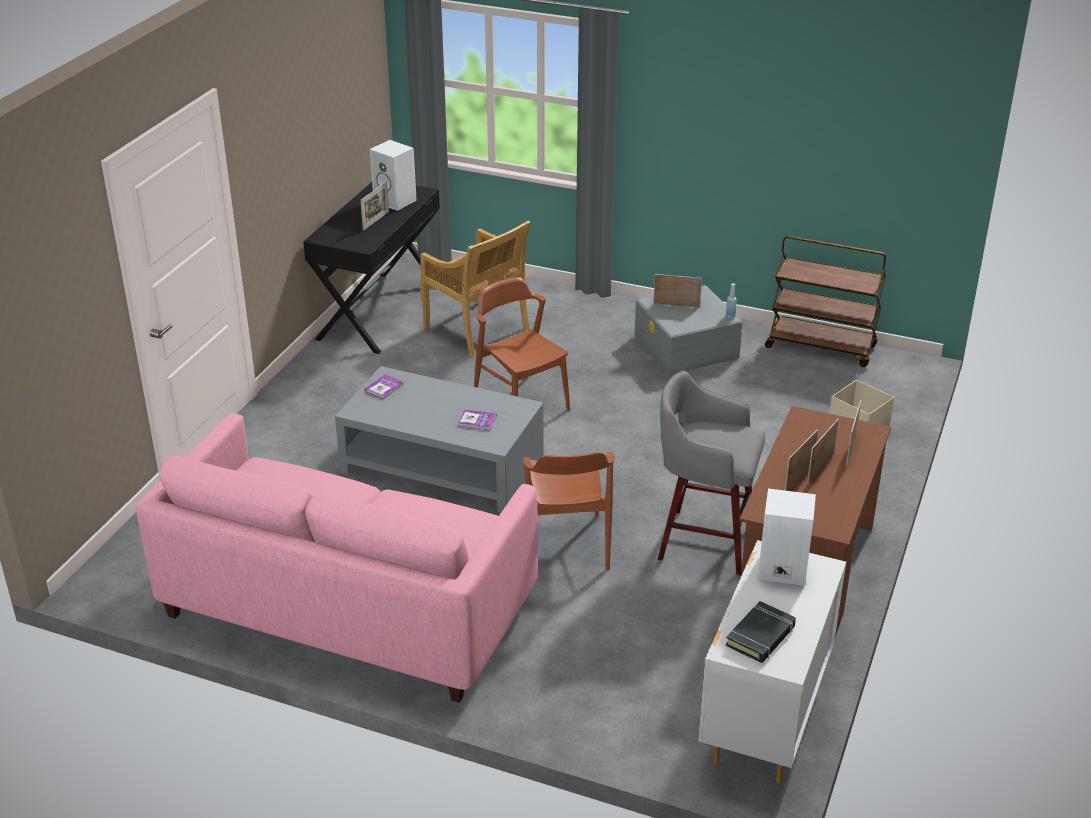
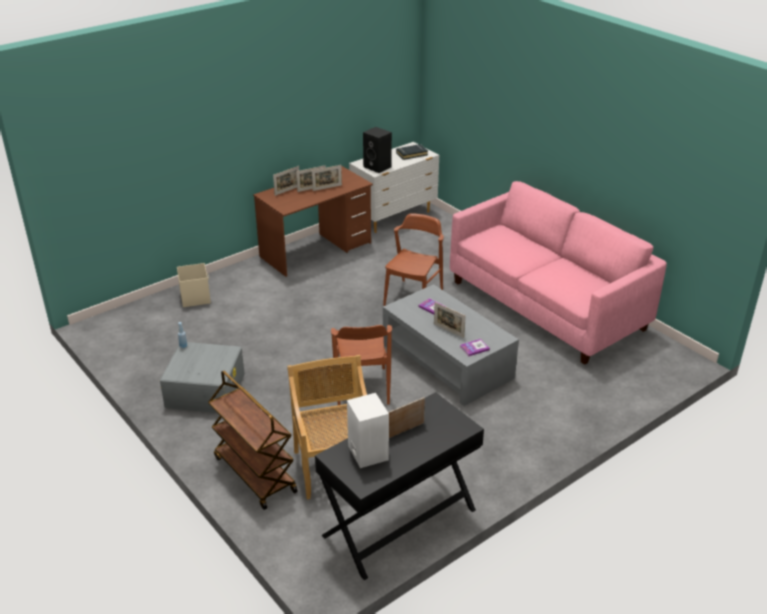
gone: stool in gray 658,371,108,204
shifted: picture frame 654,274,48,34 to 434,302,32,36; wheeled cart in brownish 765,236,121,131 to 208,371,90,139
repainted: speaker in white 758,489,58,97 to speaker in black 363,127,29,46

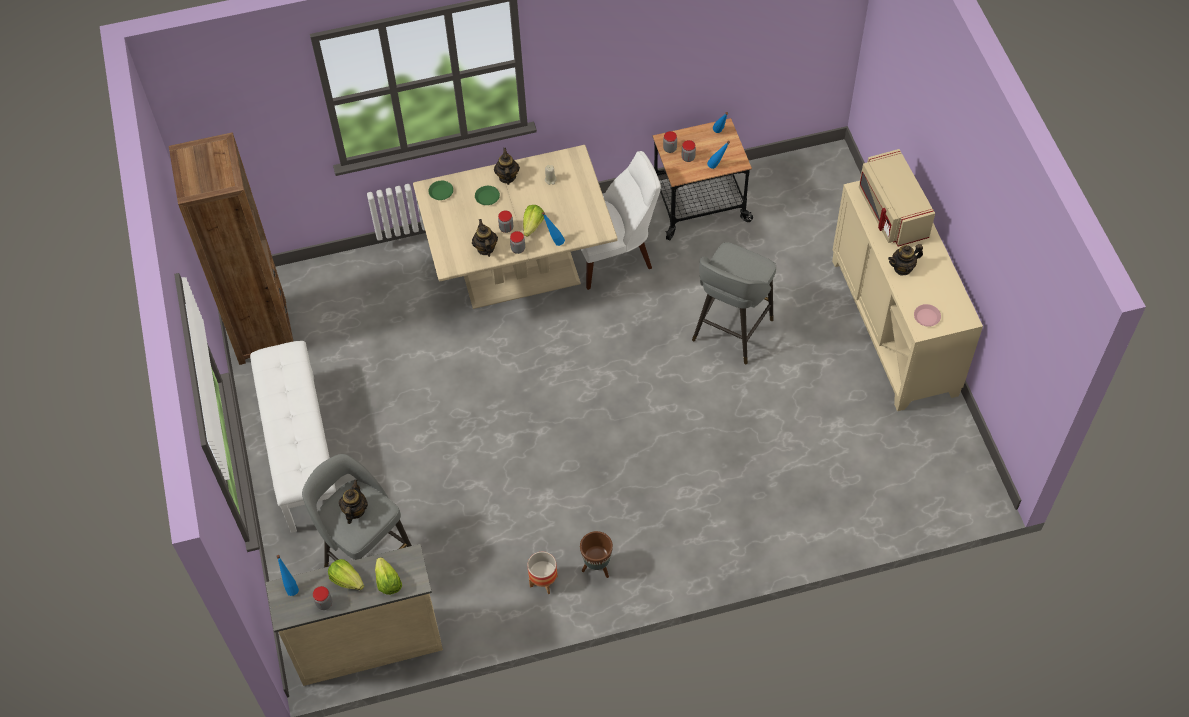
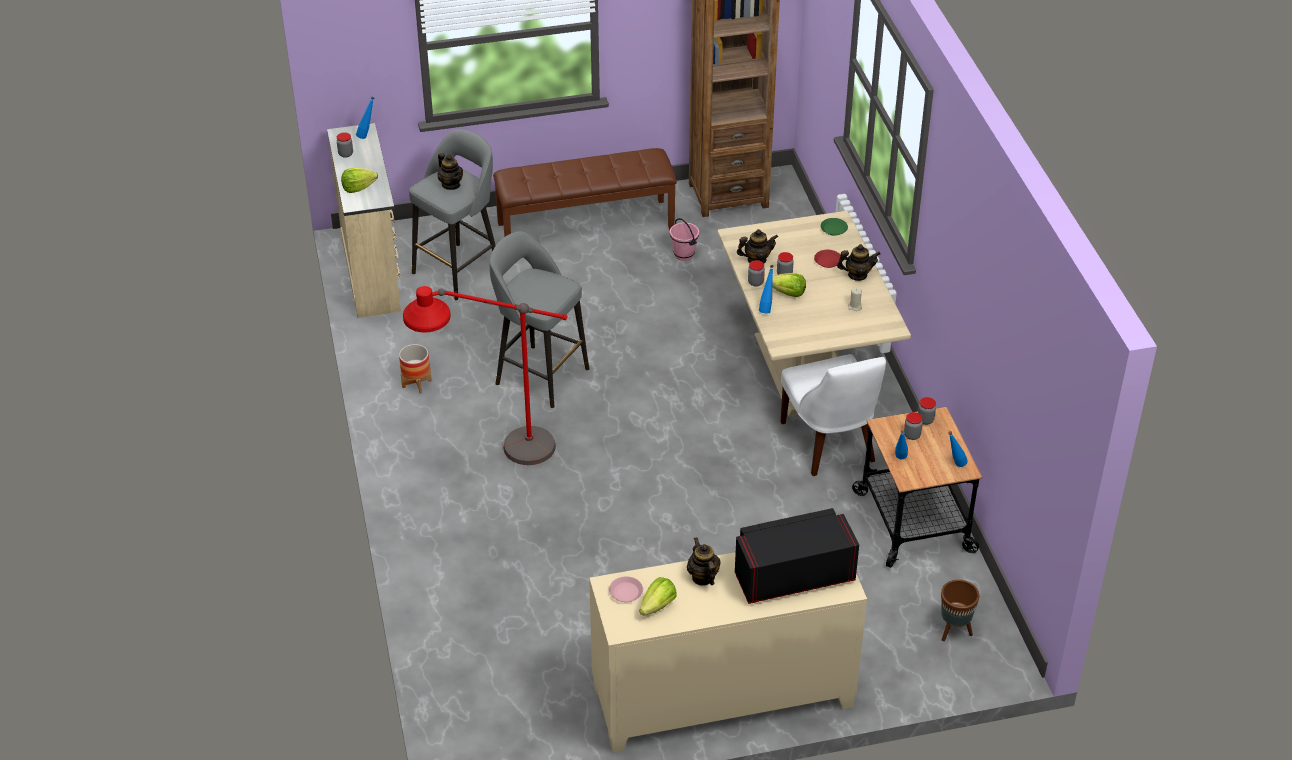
new: floor lamp in red-coloured 403,286,165,179; pail in pink 670,218,29,43
shifted: head of lettuce 328,559,36,31 to 639,577,38,39; plant pot in brownish 580,531,33,47 to 941,580,38,61; stool in gray 692,242,84,122 to 489,231,100,177
repainted: bench in white 250,341,86,192 to bench in brownish 493,148,184,89; plate in green-coloured 475,186,25,19 to plate in red-coloured 814,250,27,18; kitchen microwave in sand-coloured 859,149,76,98 to kitchen microwave in black 735,508,124,96
rotated: pot for tea 339,480,29,44 = 438,153,25,37 45 degrees clockwise

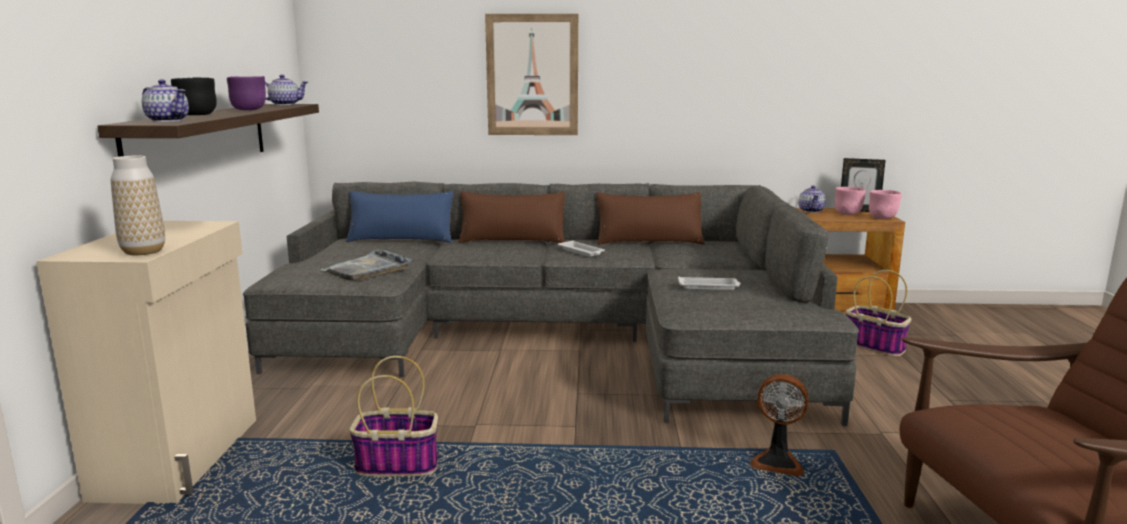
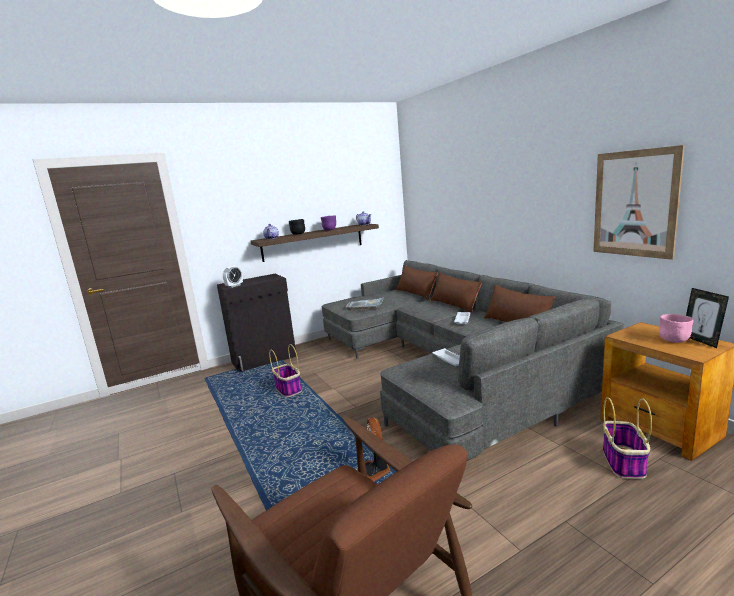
gone: pot for tea 798,185,28,28; bowl in pink 869,190,33,29
shifted: wall picture 485,14,93,121 to 593,145,92,115
swapped: flower vase 111,156,54,99 to table clock 223,265,20,23
repainted: storage cabinet in sand-coloured 36,221,220,283 to storage cabinet in black 217,274,79,98; pillow in bluish 346,191,107,52 to pillow in brownish 396,265,42,35

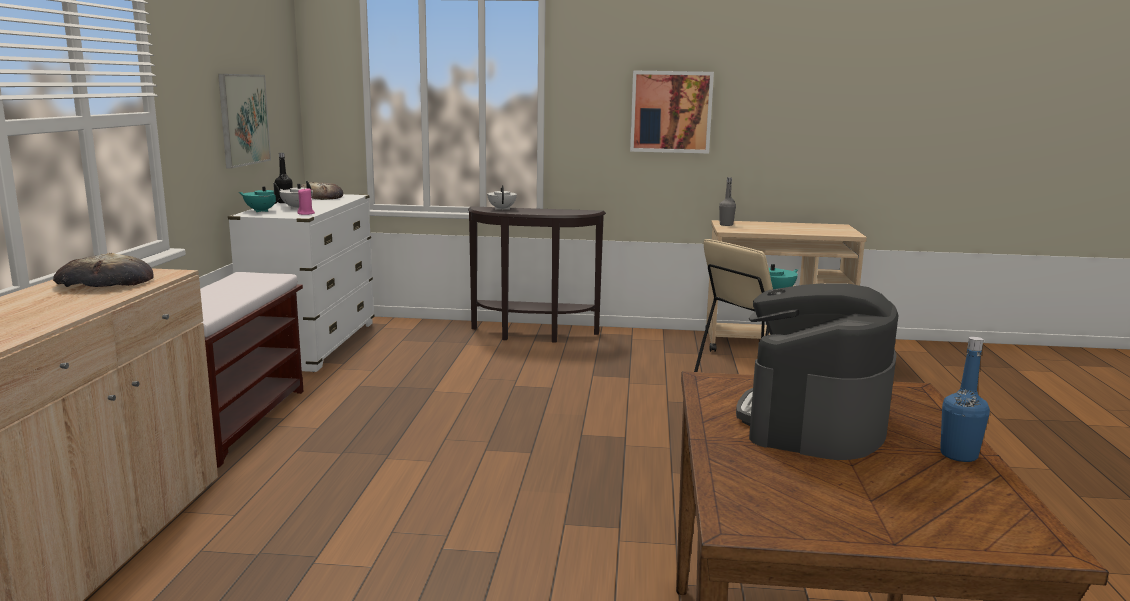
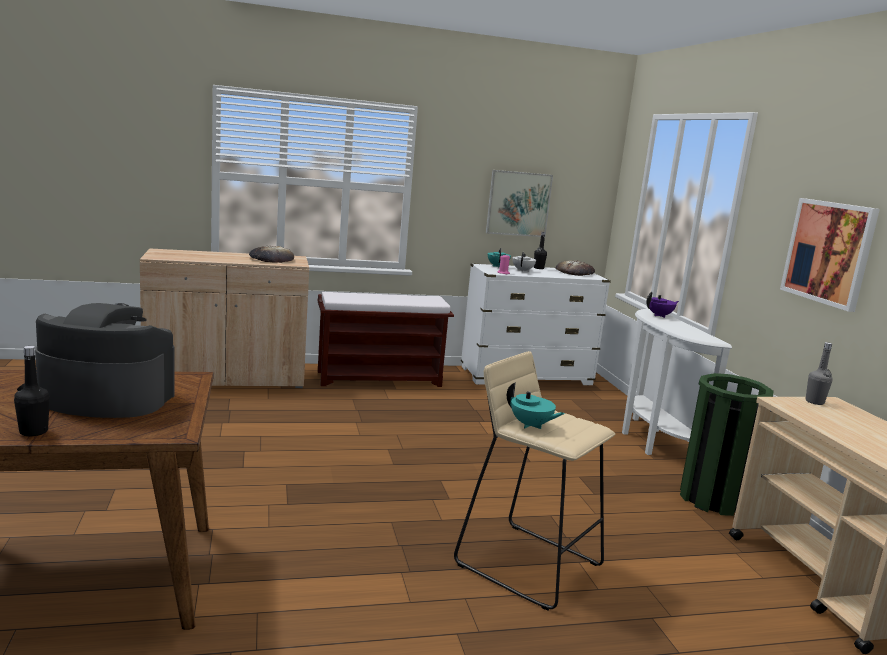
new: rubbish bin in green-coloured 680,373,93,143
repainted: narrow table in brownish 468,206,138,137 to narrow table in white 622,309,110,146; pot for tea in white 487,185,30,25 to pot for tea in purple 646,292,33,26; drink bottle in bluish 940,337,50,125 to drink bottle in black 14,346,36,90

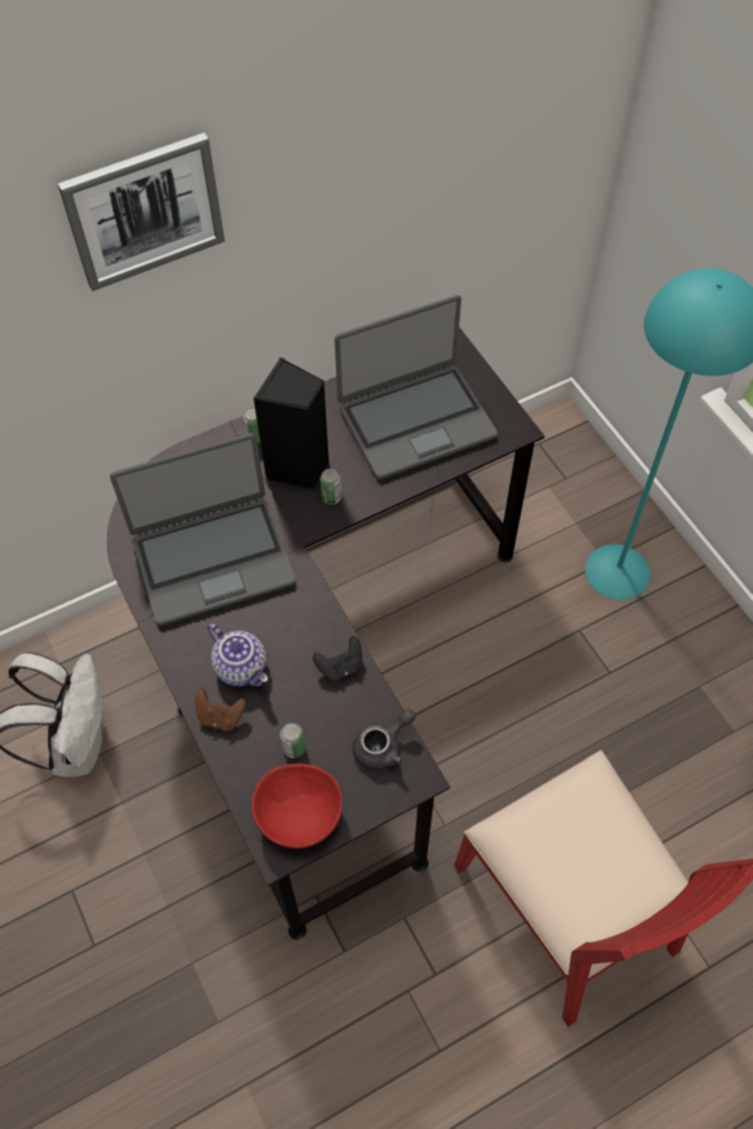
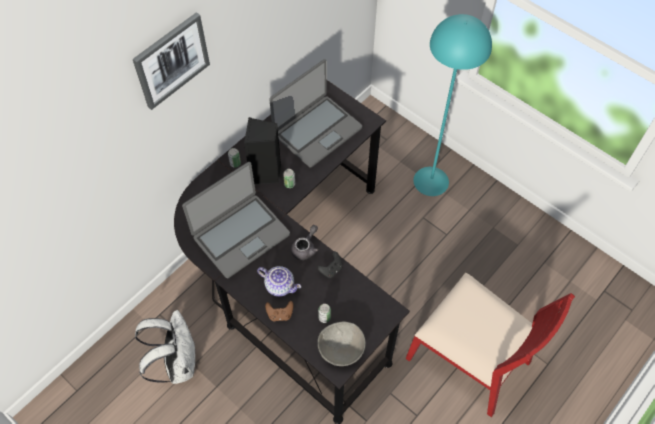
shifted: pot for tea in gray 353,709,63,61 to 291,225,28,35
repainted: bowl in red-coloured 252,764,90,84 to bowl in gray 318,321,48,45

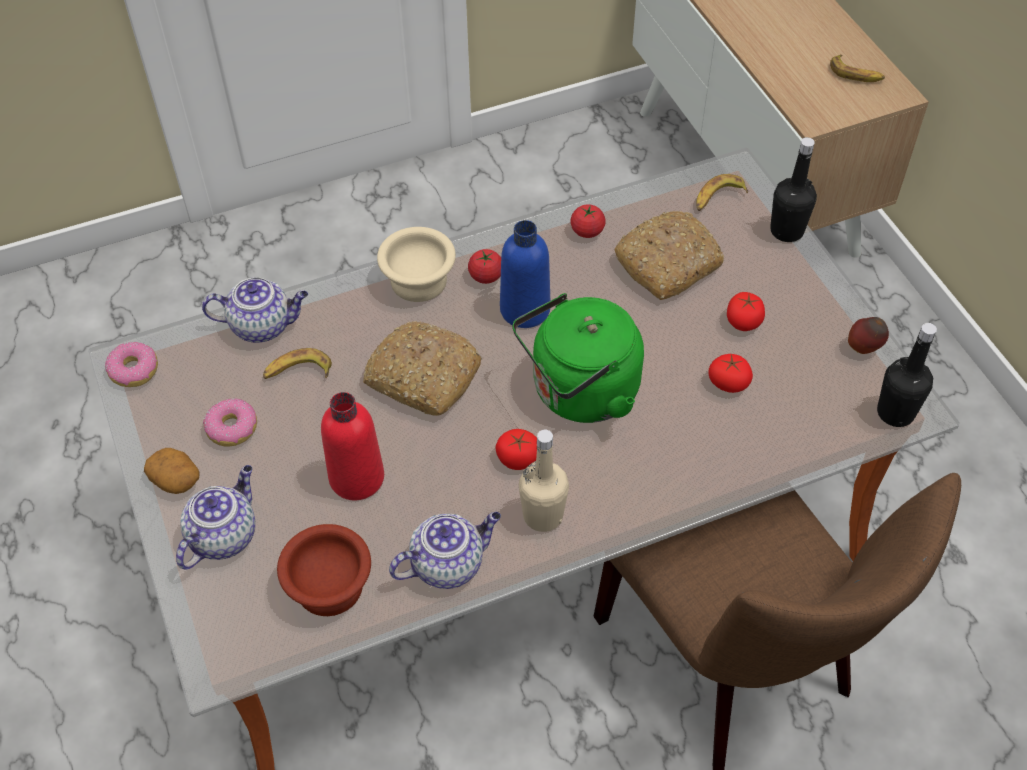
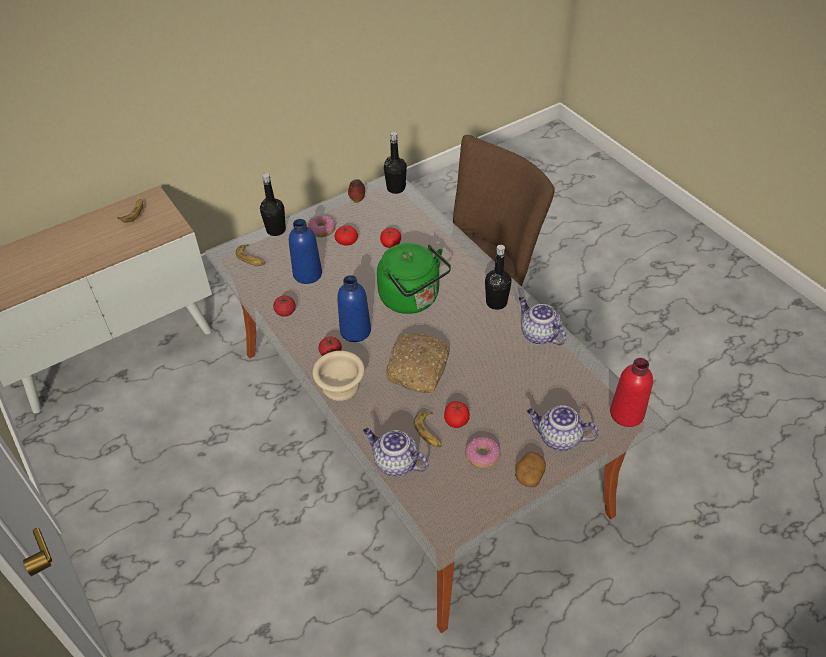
gone: bowl in brownish 277,524,94,92
shifted: ring doughnut 105,342,53,45 to 308,216,28,21; drink bottle in red-coloured 321,392,63,108 to 610,358,43,69; whole tomato 495,429,42,41 to 444,401,26,27
swapped: baked bread 614,211,110,89 to drink bottle in bluish 289,219,33,65
repainted: drink bottle in sand-coloured 519,430,50,102 to drink bottle in black 485,245,27,65
rotated: pot for tea 202,277,106,66 = 363,428,66,48 45 degrees counterclockwise

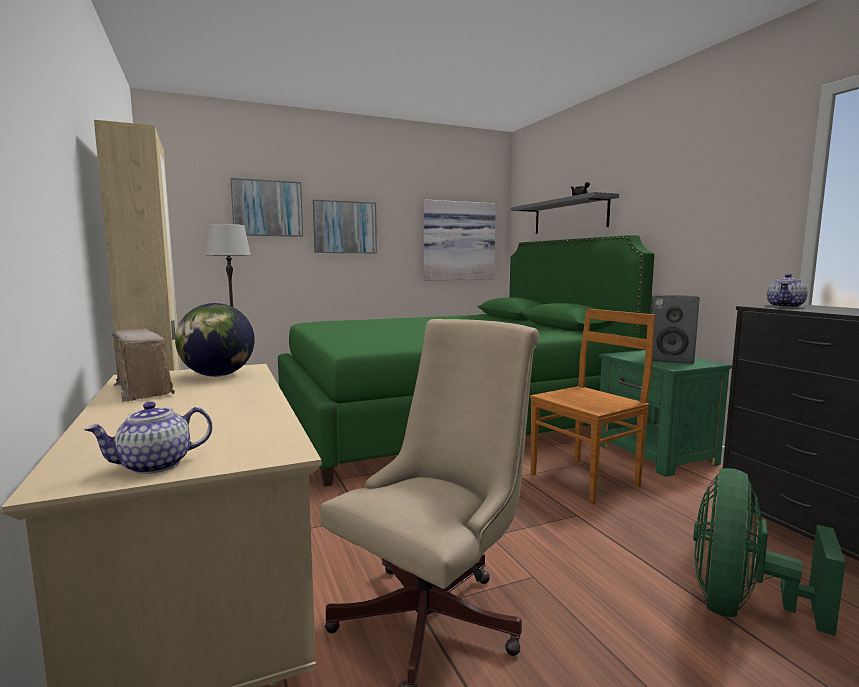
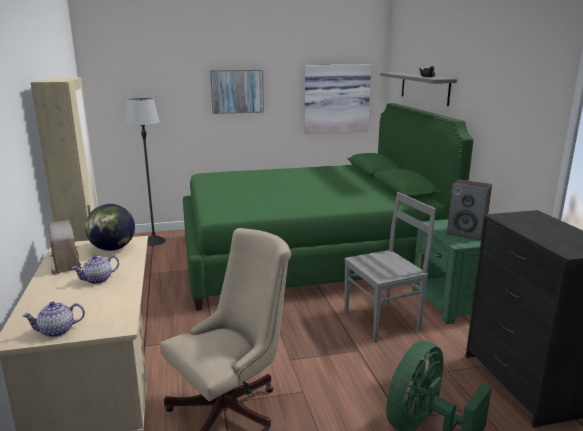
gone: wall picture 230,178,73,59
shifted: pot for tea 767,274,41,34 to 72,255,47,29
repainted: chair in brownish 530,308,125,197 to chair in gray 344,192,92,151

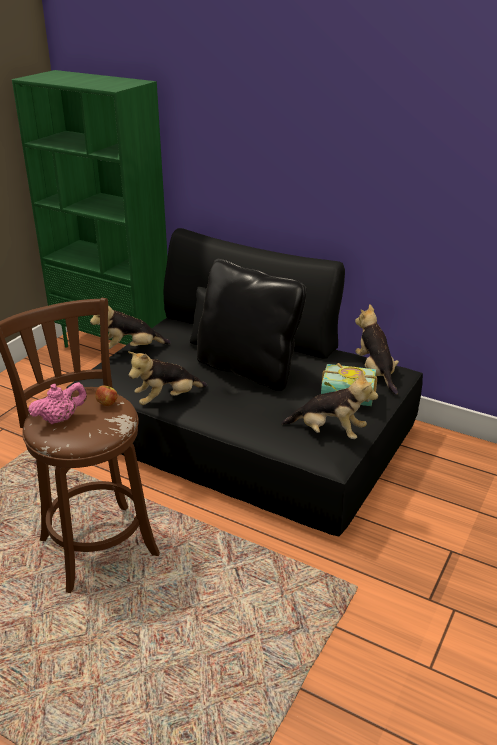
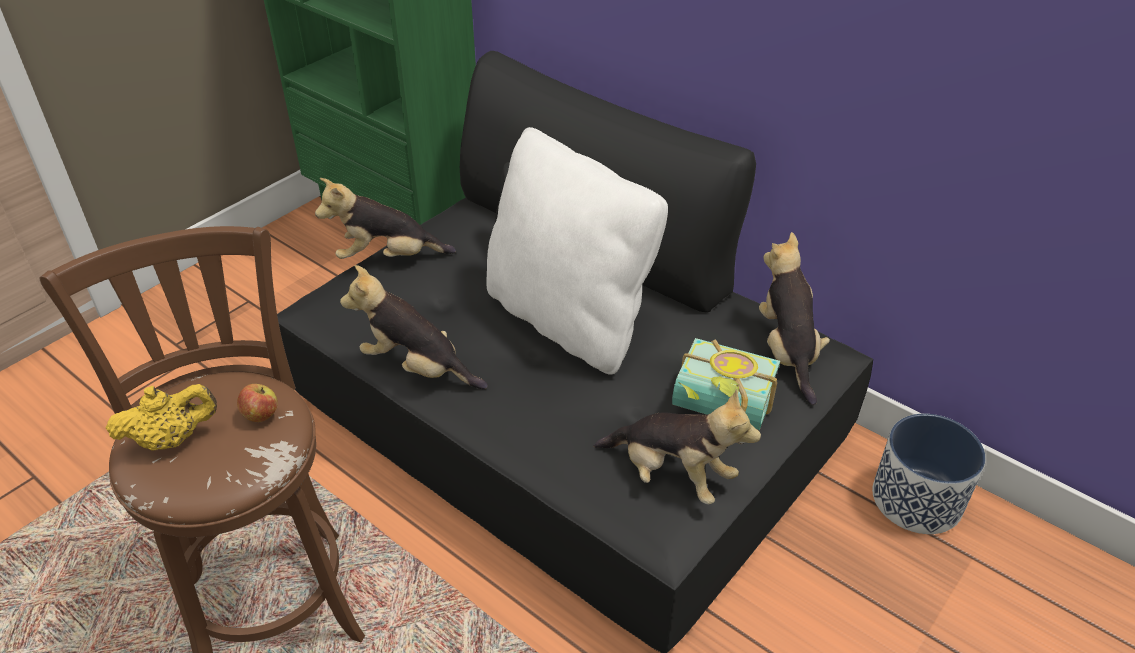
new: plant pot 872,414,114,120
repainted: pot for tea in pink 28,382,59,42 to pot for tea in yellowish 106,384,111,67; pillow in black 197,259,109,132 to pillow in white 487,127,181,248
rotated: plush toy 128,351,79,54 = 340,265,148,124 45 degrees clockwise

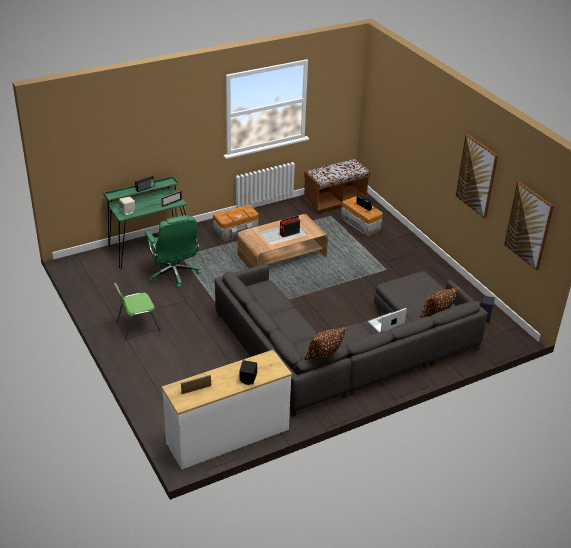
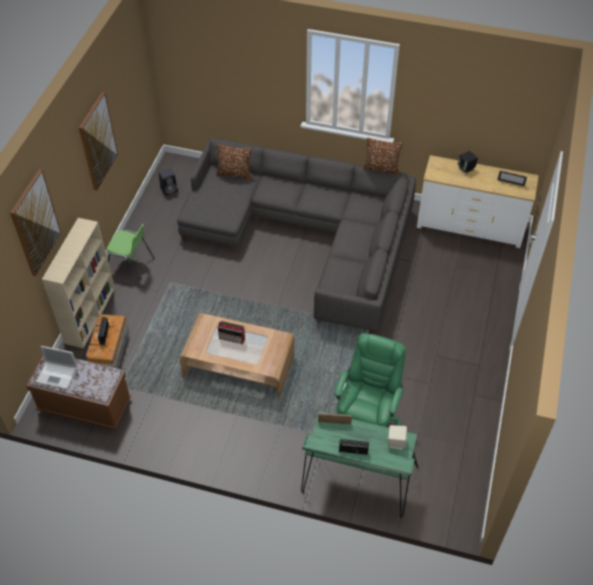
gone: storage bin 213,205,46,36
new: bookcase in sand-coloured 42,218,73,130
shifted: chair in green-coloured 114,283,47,57 to 106,224,48,56; portable computer 368,308,39,25 to 36,346,42,43; wall picture 504,182,50,88 to 10,169,52,107

